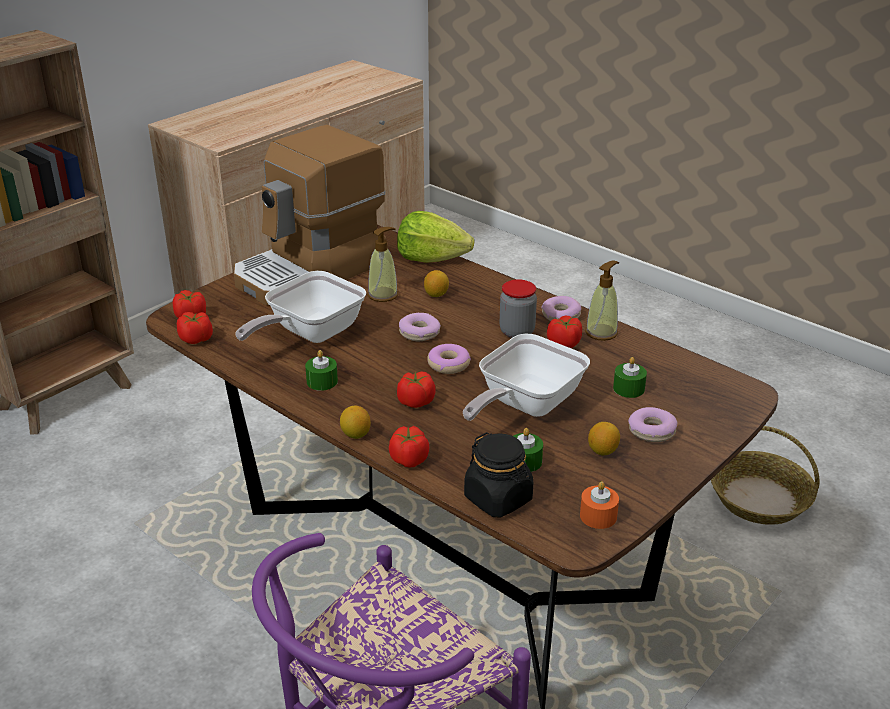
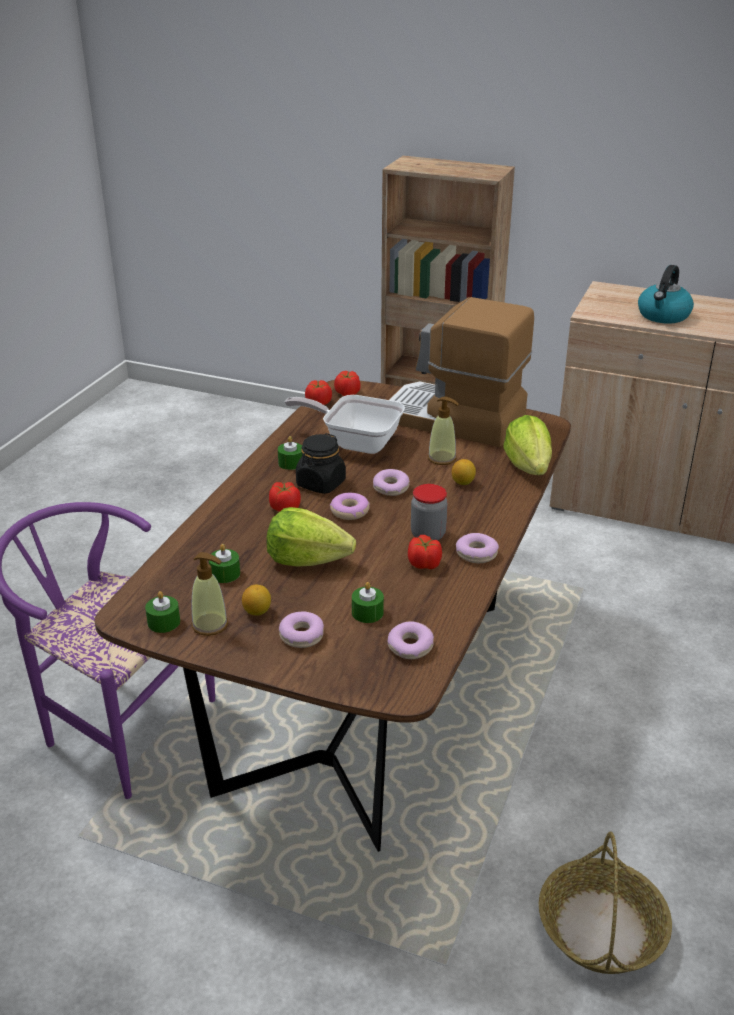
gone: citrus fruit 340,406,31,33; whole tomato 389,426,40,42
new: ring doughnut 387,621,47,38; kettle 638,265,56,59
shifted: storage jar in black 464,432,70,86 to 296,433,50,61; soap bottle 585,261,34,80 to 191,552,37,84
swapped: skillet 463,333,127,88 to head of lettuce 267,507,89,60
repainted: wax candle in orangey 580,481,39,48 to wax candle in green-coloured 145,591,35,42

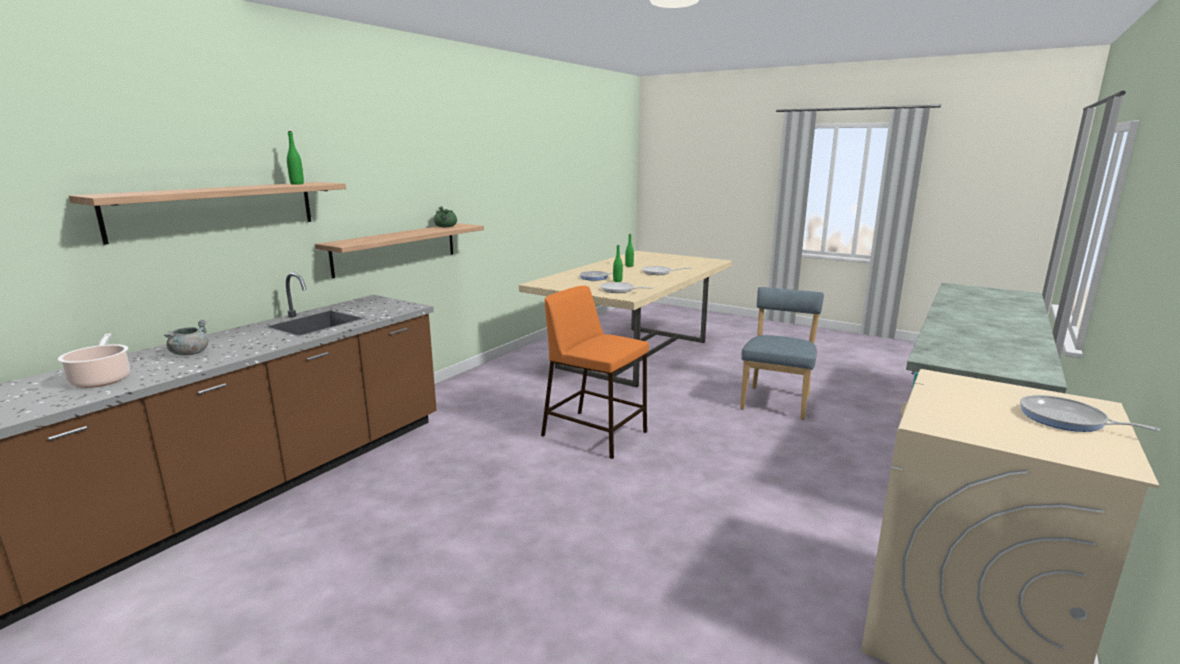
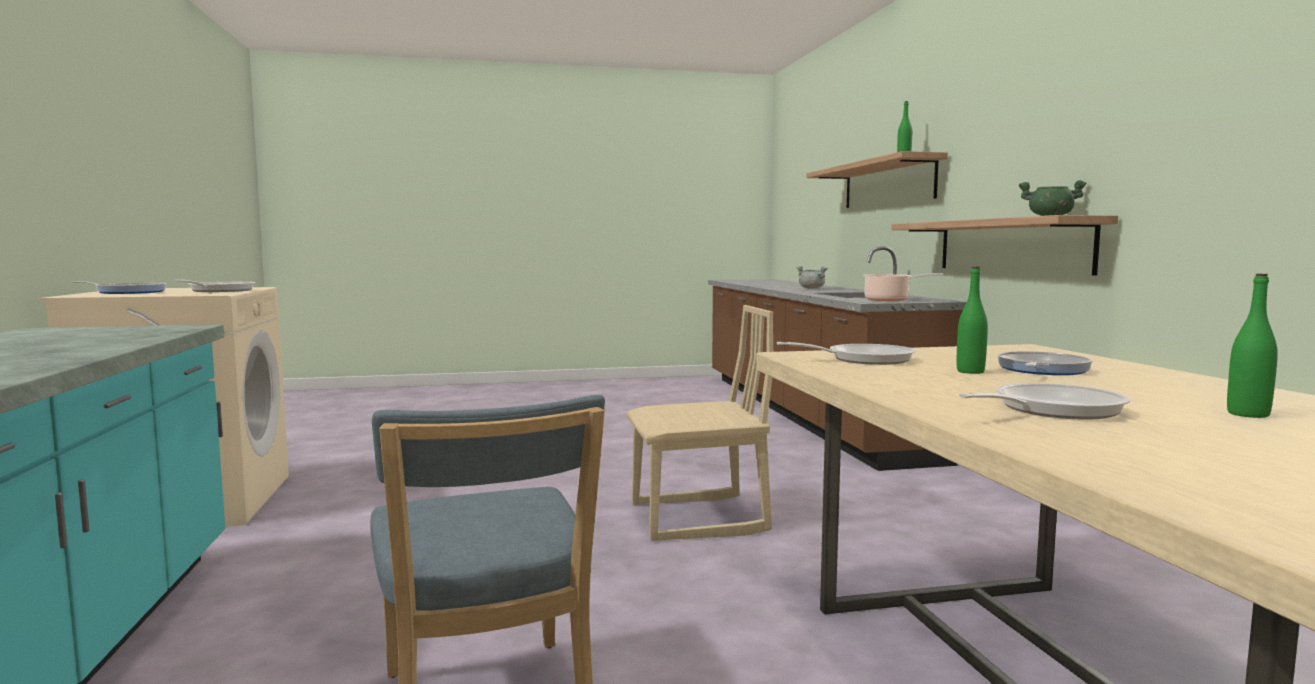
new: skillet 173,279,83,13
shifted: stockpot 58,333,72,55 to 863,273,80,28
swapped: stool in orangey 541,286,108,173 to chair in sand-coloured 627,305,146,236

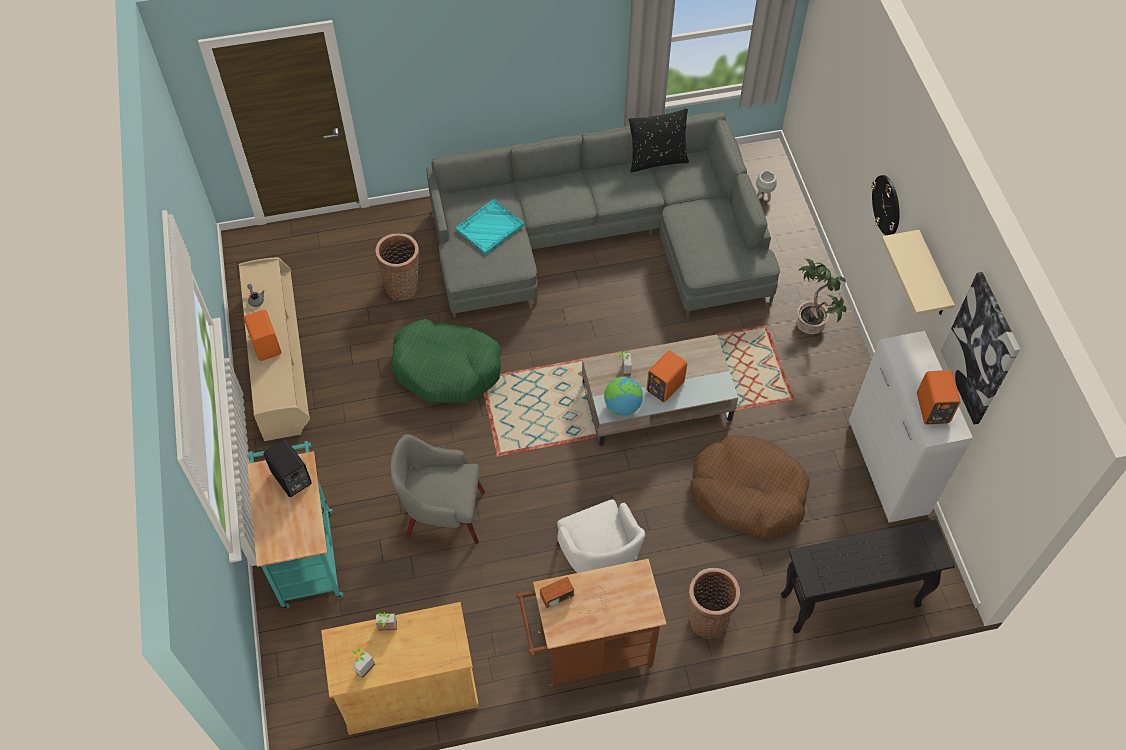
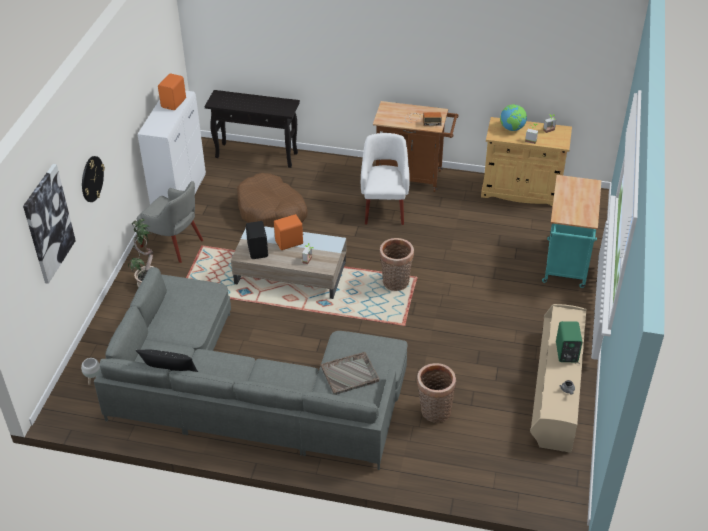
gone: dog cushion in green-coloured 391,319,110,84; wall shelf in sand-coloured 881,230,74,85
shifted: speaker in black 263,439,49,58 to 246,221,22,38; lounge chair in gray 390,434,95,110 to 137,181,66,82; world globe 604,377,39,39 to 500,104,27,27; household basket 688,568,52,71 to 380,238,34,53; wall picture 941,272,79,153 to 23,164,53,120
repainted: speaker in orangey 243,310,38,51 to speaker in green-coloured 556,321,26,41; serving tray in blue-green 456,199,68,56 to serving tray in gray 321,352,58,43

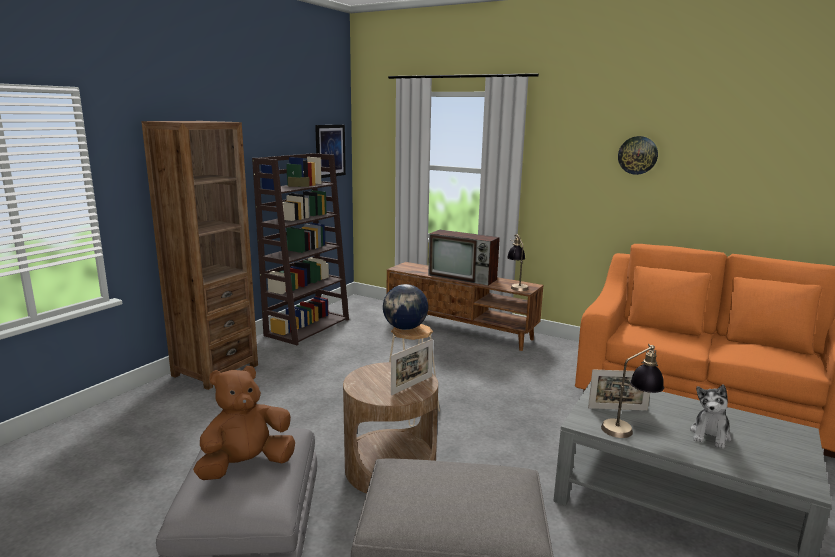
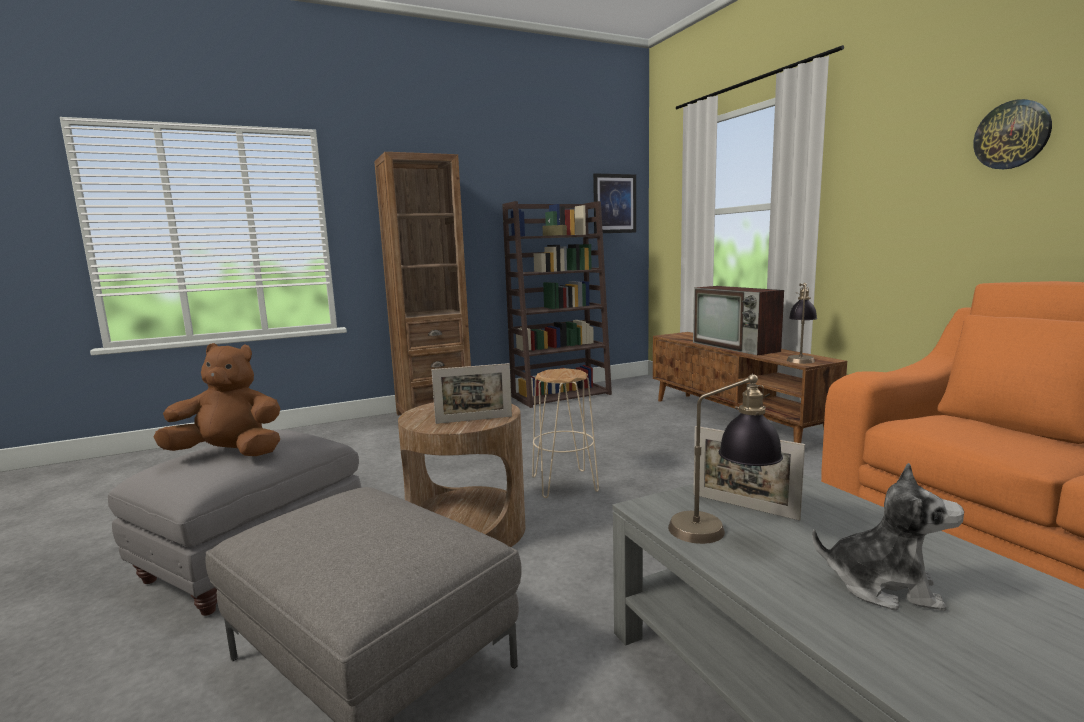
gone: world globe 383,284,45,46
rotated: plush toy 690,385,42,64 = 812,463,152,148 135 degrees counterclockwise

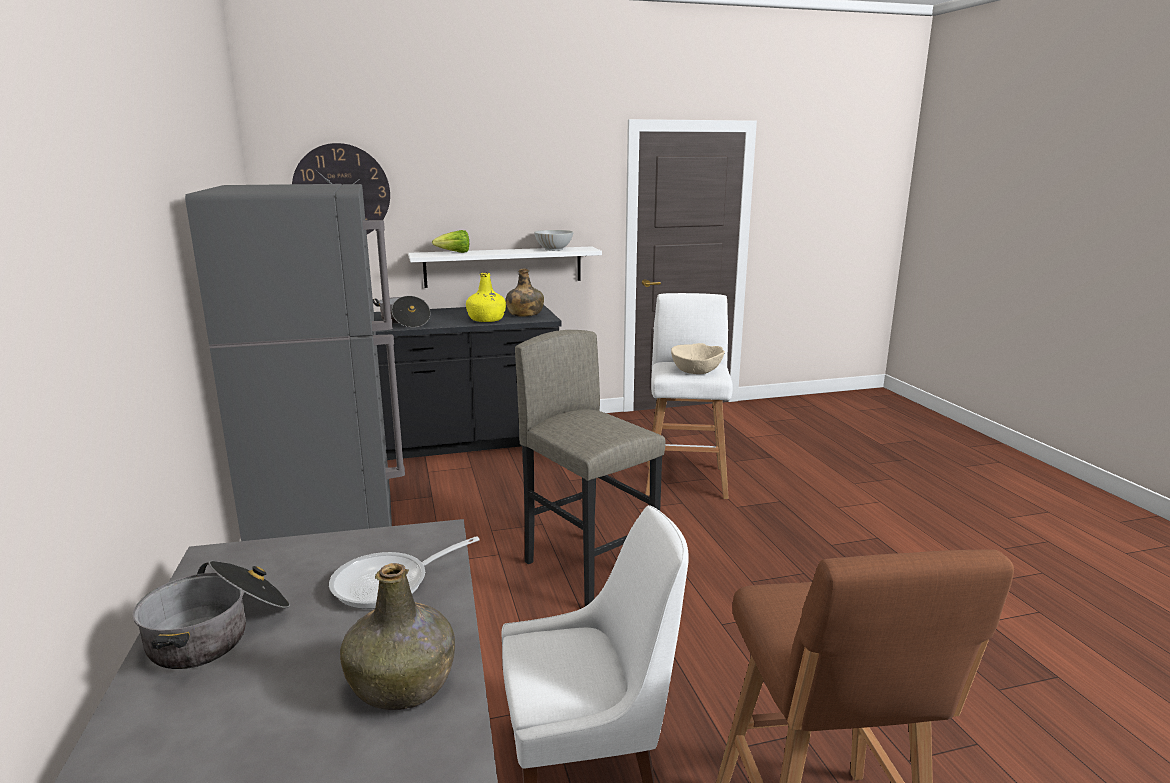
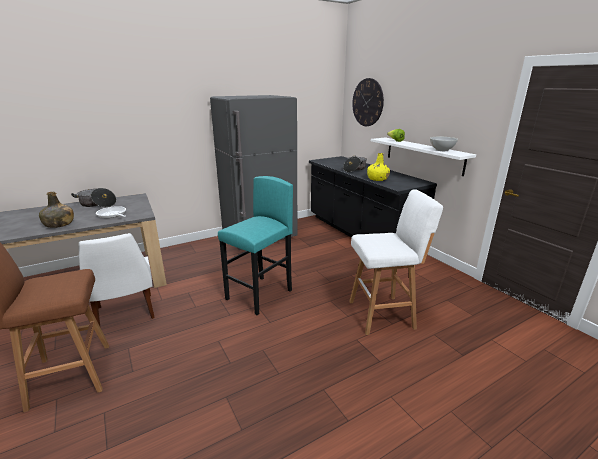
gone: drink bottle in green-coloured 505,269,39,48; bowl in sand-coloured 671,343,54,31
repainted: stool in gray 515,330,151,276 to stool in blue-green 218,176,75,139

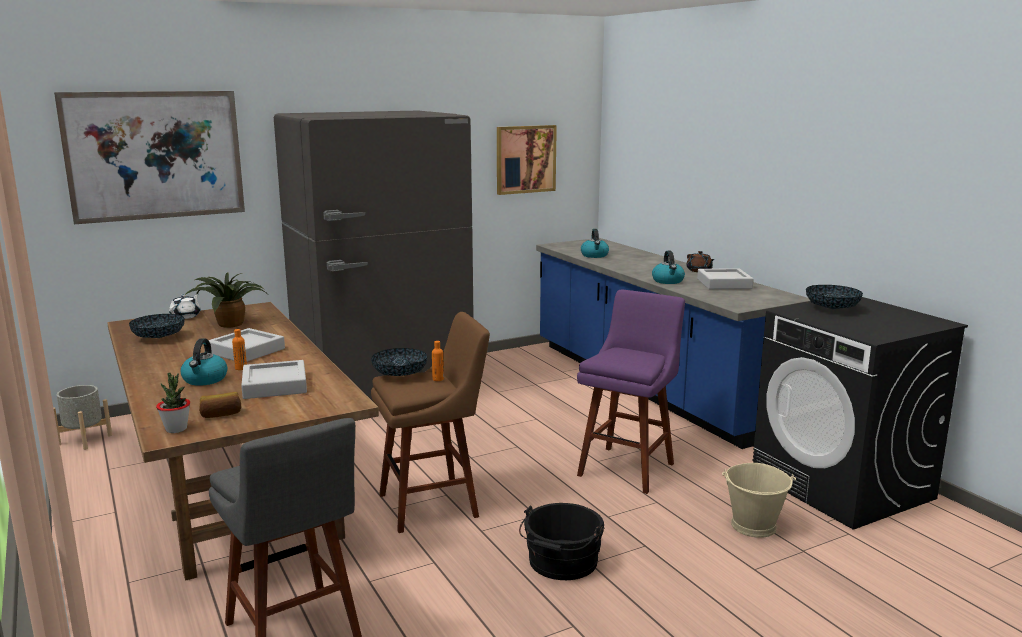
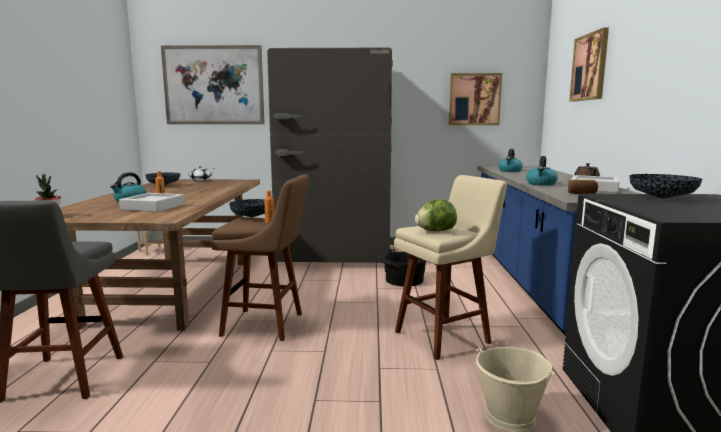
gone: plant in a pot 185,272,80,56; serving tray in gray 209,328,76,34
new: head of lettuce 415,199,42,32; wall picture 569,27,40,74
shifted: baked bread 199,392,42,26 to 568,180,30,14; pail in black 519,503,85,77 to 378,249,49,37
repainted: stool in purple 577,290,108,204 to stool in sand-coloured 394,175,113,185

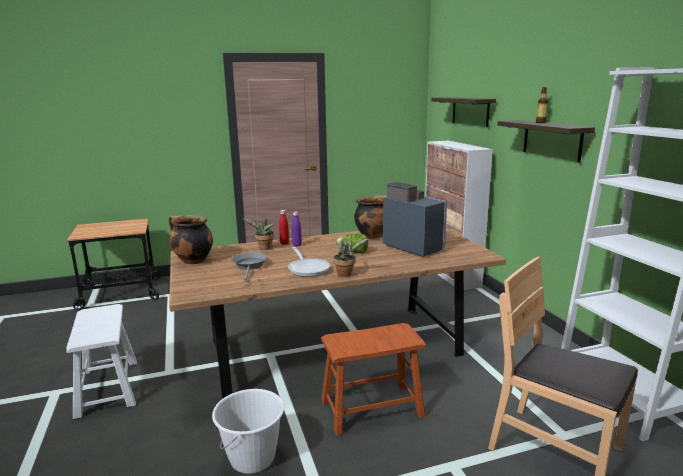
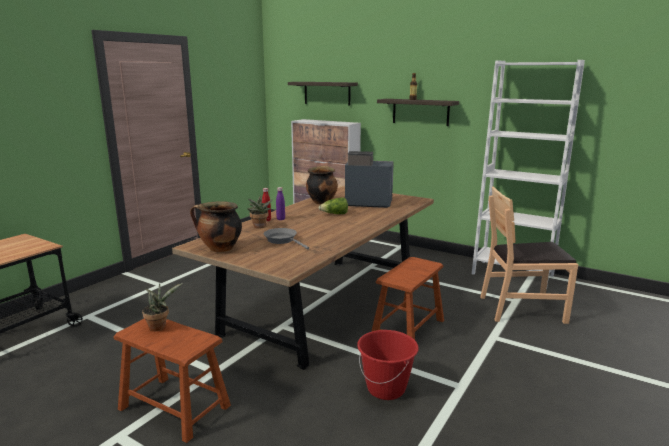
gone: skillet 288,247,42,30
shifted: plant in a pot 333,235,36,42 to 142,283,41,48
repainted: stool in white 66,304,71,115 to stool in brownish 114,319,117,124; pail in white 212,389,72,85 to pail in red-coloured 357,330,62,70

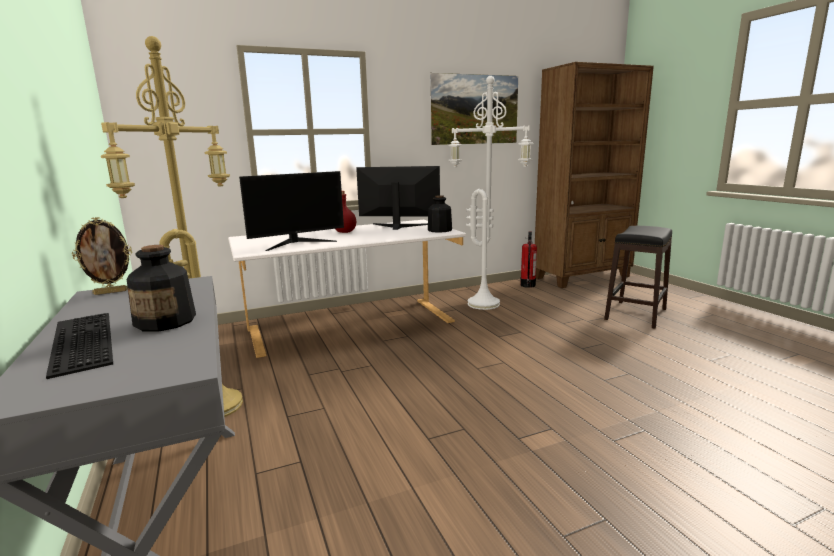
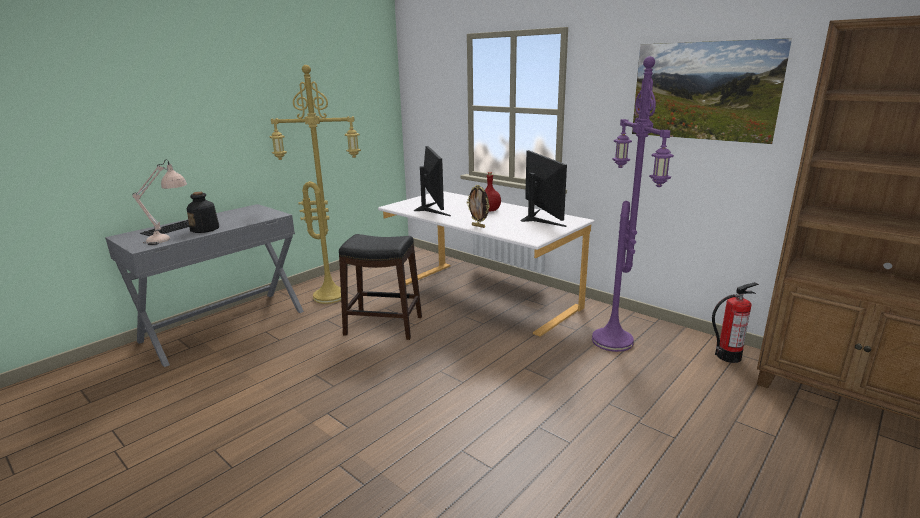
gone: drink bottle 428,195,24,38
new: tabletop lamp in sand-coloured 132,159,55,86
shifted: picture frame 72,217,60,78 to 467,185,23,43; stool in black 604,226,68,103 to 339,234,83,106
repainted: floor lamp in white 449,76,84,234 to floor lamp in purple 592,56,82,296
rotated: monitor 239,171,105,80 = 414,146,37,70 135 degrees counterclockwise

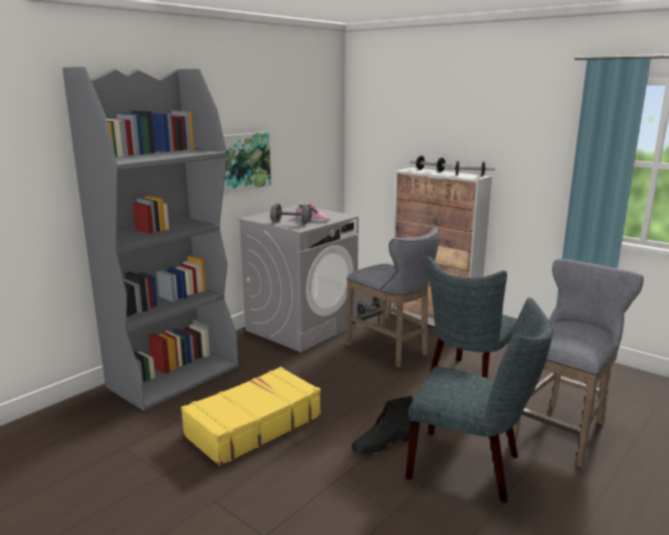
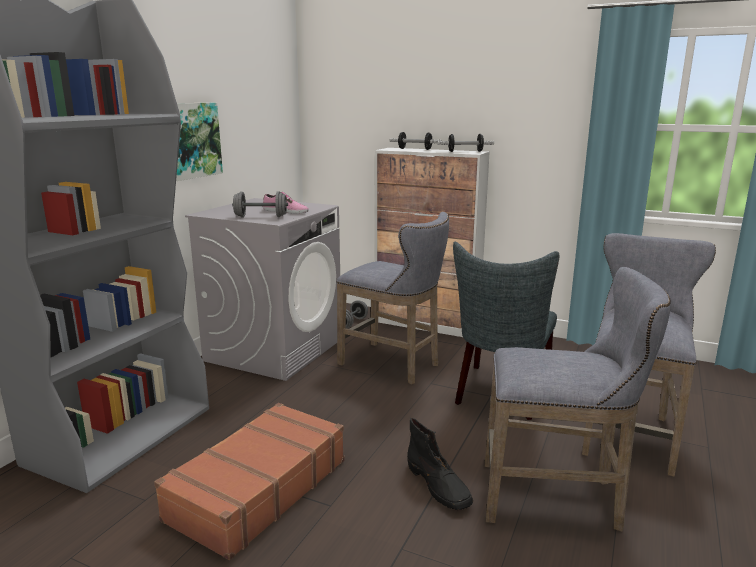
swapped: chair in gray 406,297,147,206 to stool in gray 485,267,186,265
repainted: travel case in yellowish 181,367,140,99 to travel case in brownish 154,403,190,157
rotated: high-top boot in black 352,396,61,58 = 407,418,66,92 75 degrees counterclockwise

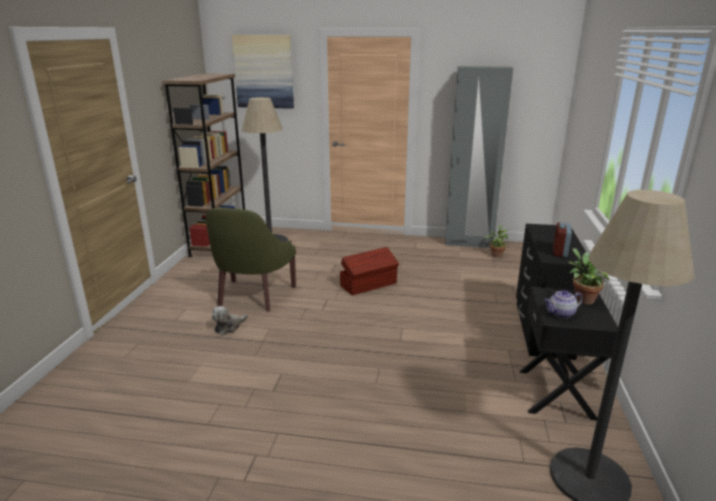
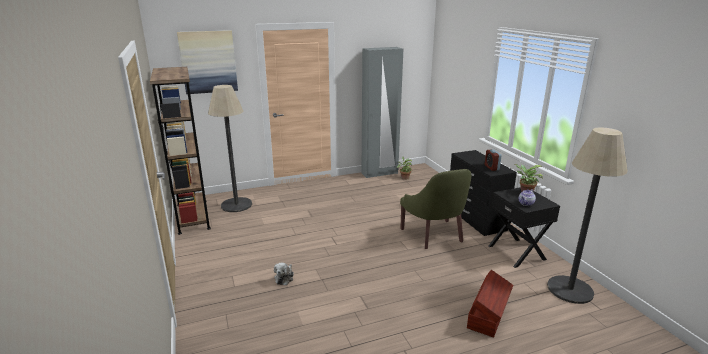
shifted: lounge chair in green-coloured 206,208,90,104 to 400,169,71,80; storage bin in brownish 340,247,59,48 to 467,270,46,67

